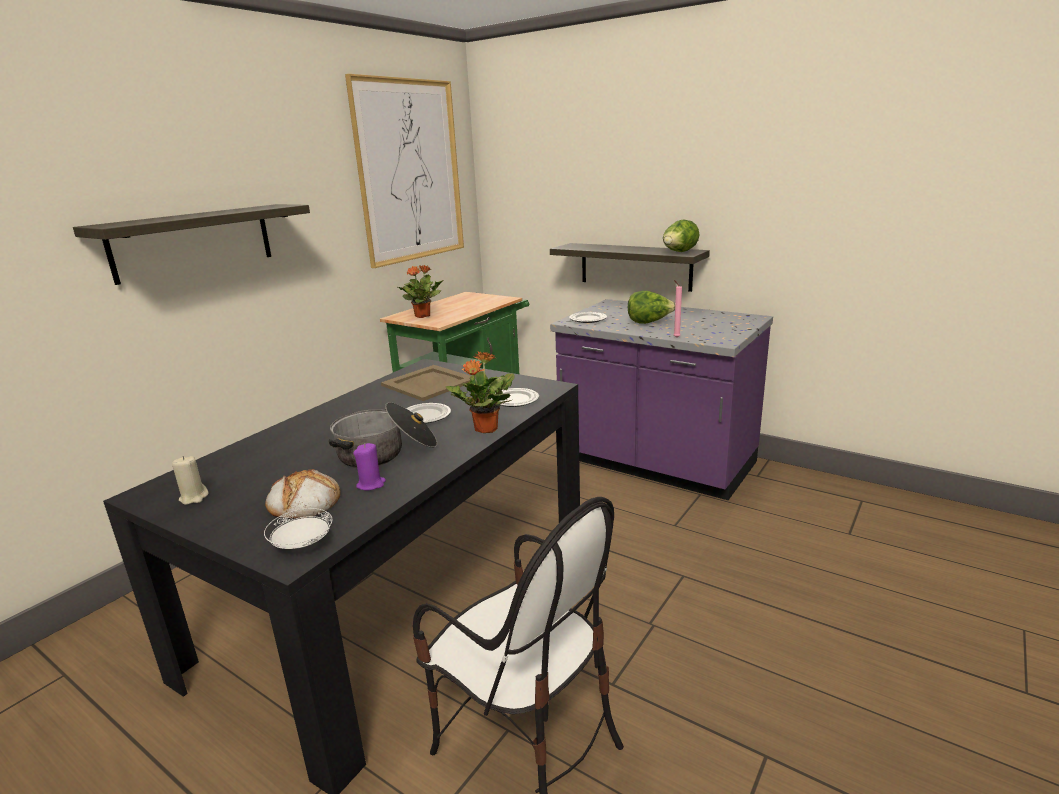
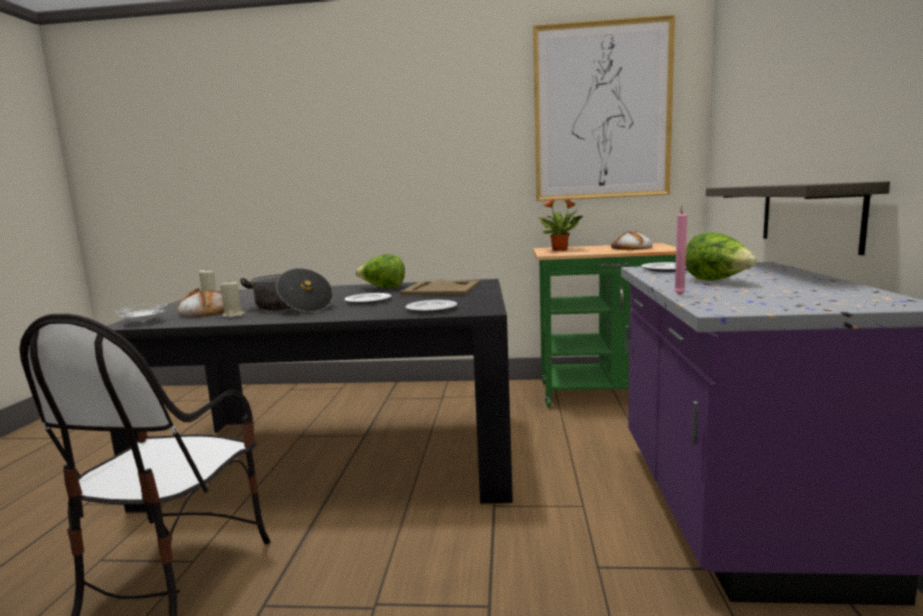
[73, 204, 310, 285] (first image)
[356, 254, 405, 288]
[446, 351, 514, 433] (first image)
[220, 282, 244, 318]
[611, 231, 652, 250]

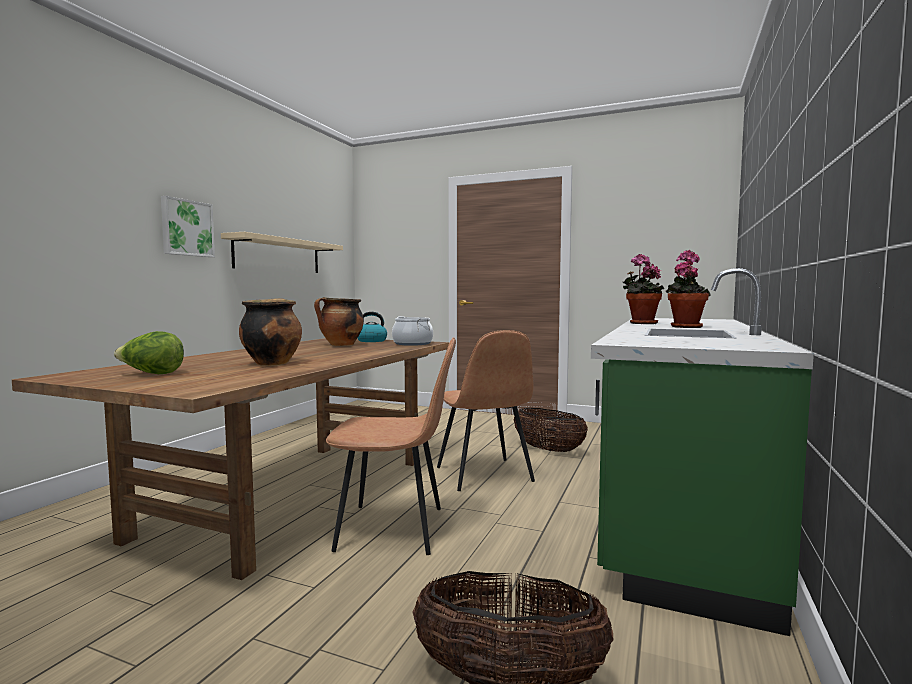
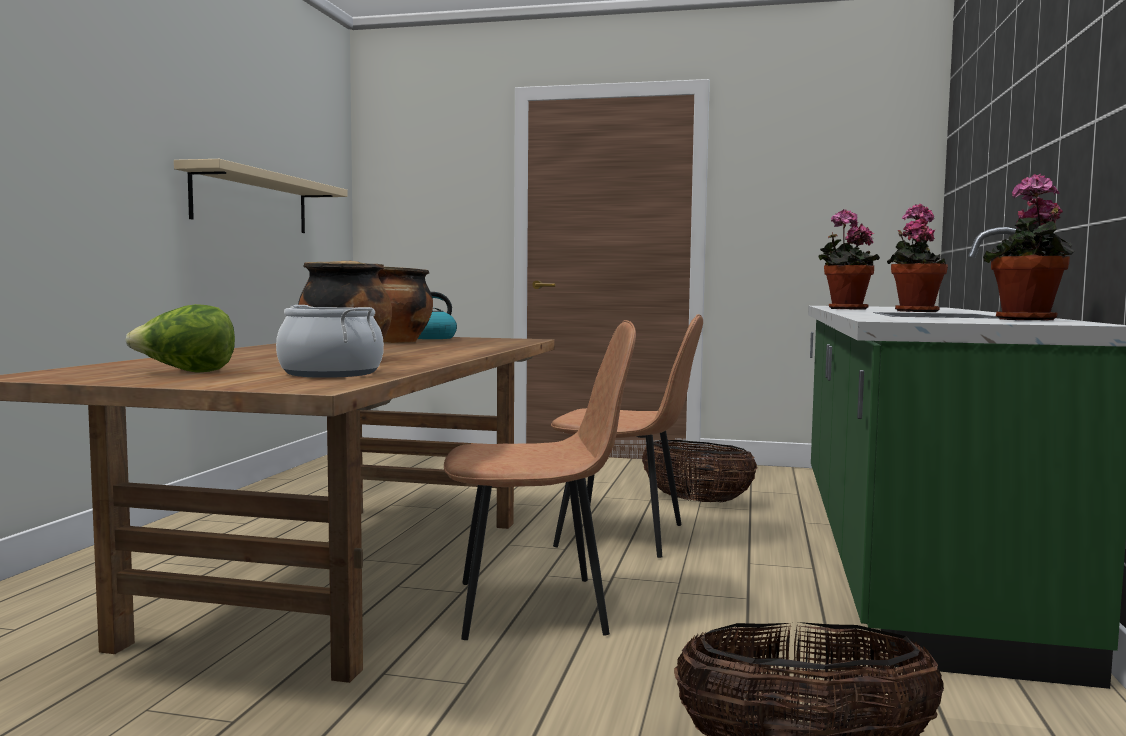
[161, 196, 215, 257] (first image)
[276, 305, 384, 378]
[551, 314, 703, 558]
[983, 174, 1074, 321]

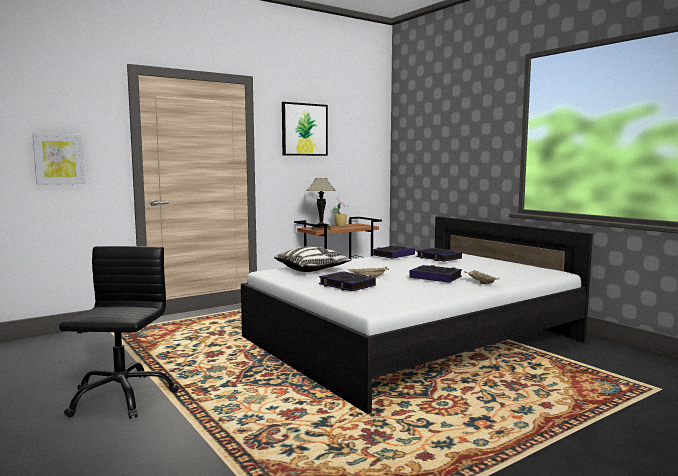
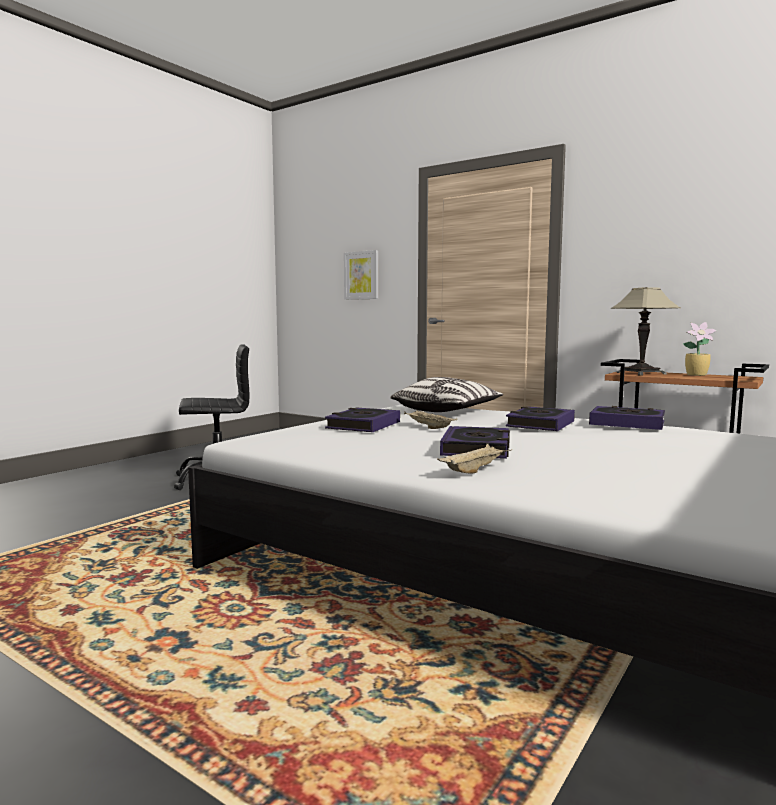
[282, 102, 328, 156] (first image)
[506, 406, 575, 431]

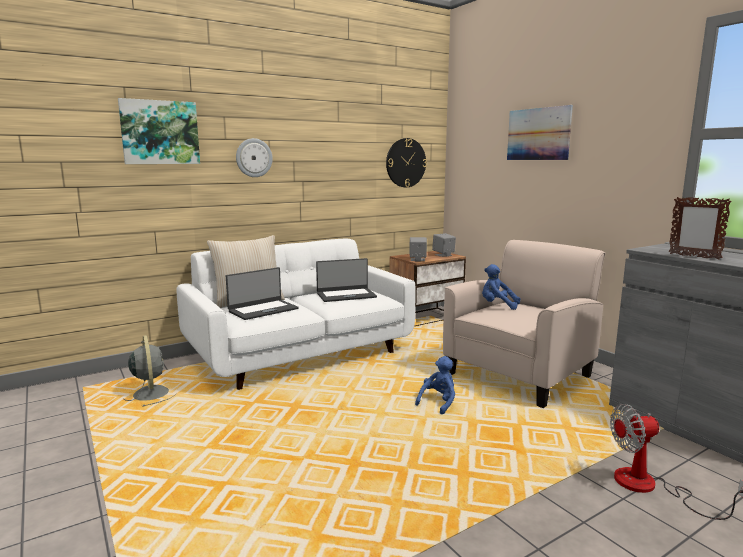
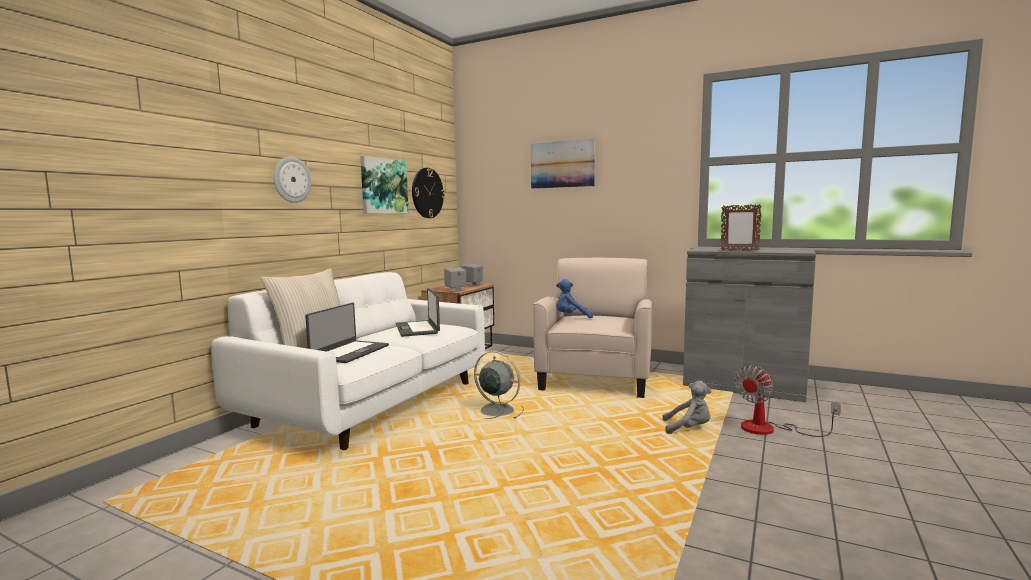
[360, 156, 409, 213]
[395, 288, 440, 337]
[474, 351, 524, 419]
[415, 356, 455, 414] (first image)
[663, 381, 711, 434]

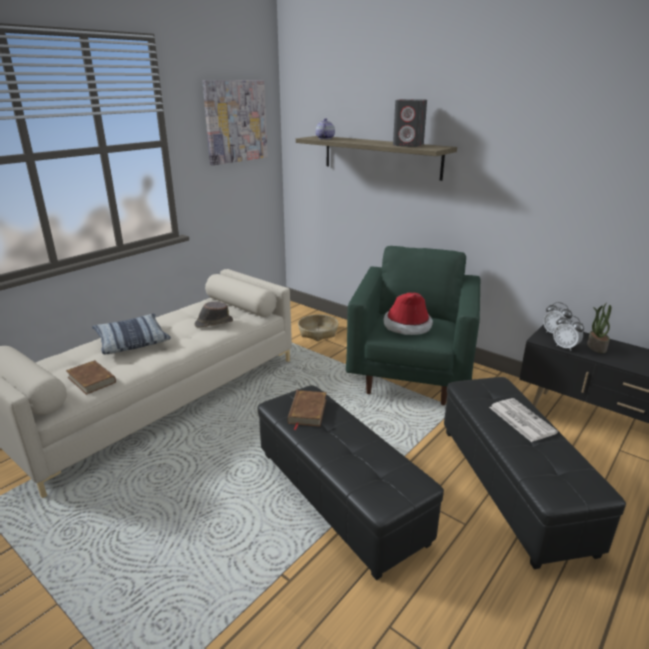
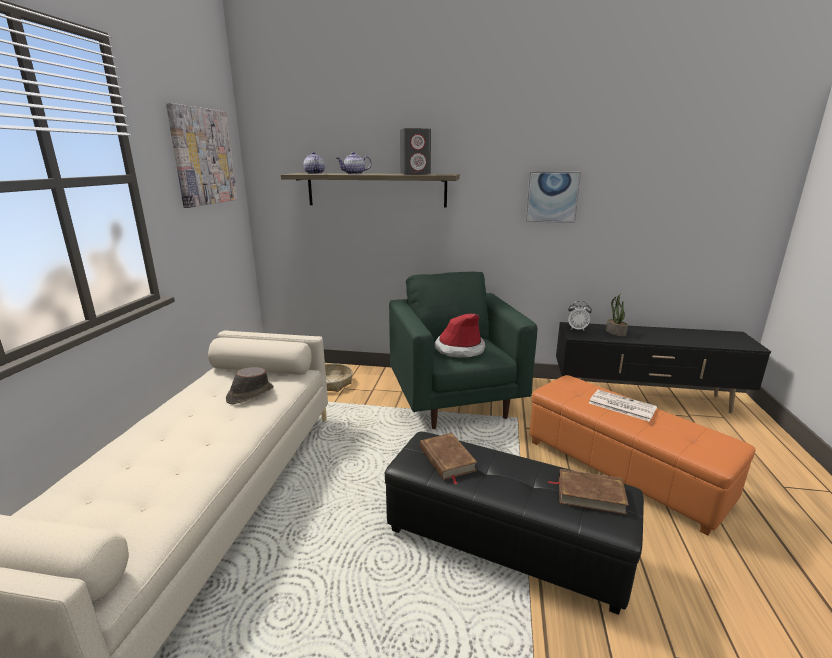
[92, 314, 171, 354] (first image)
[553, 315, 584, 351] (first image)
[547, 469, 629, 515]
[530, 375, 756, 536]
[337, 152, 372, 174]
[526, 172, 581, 223]

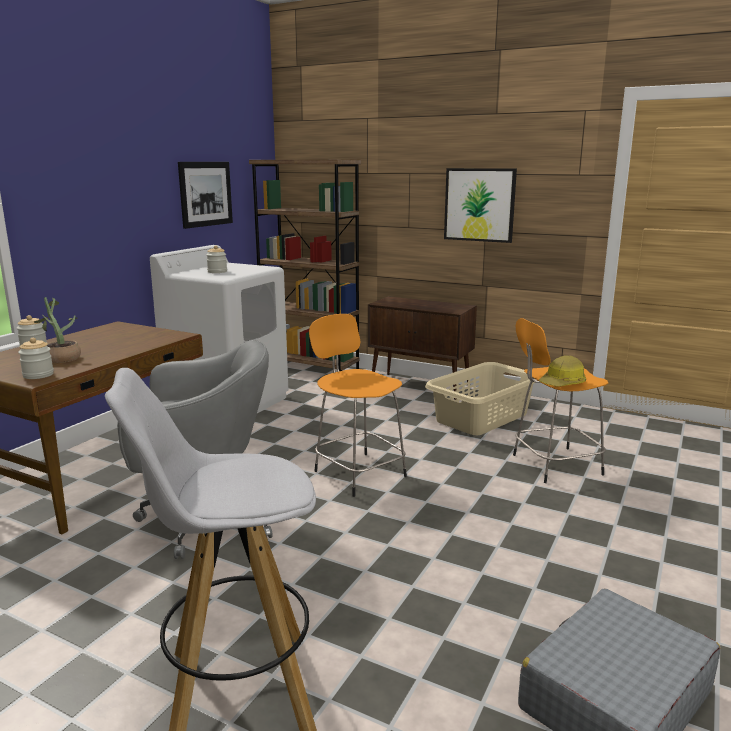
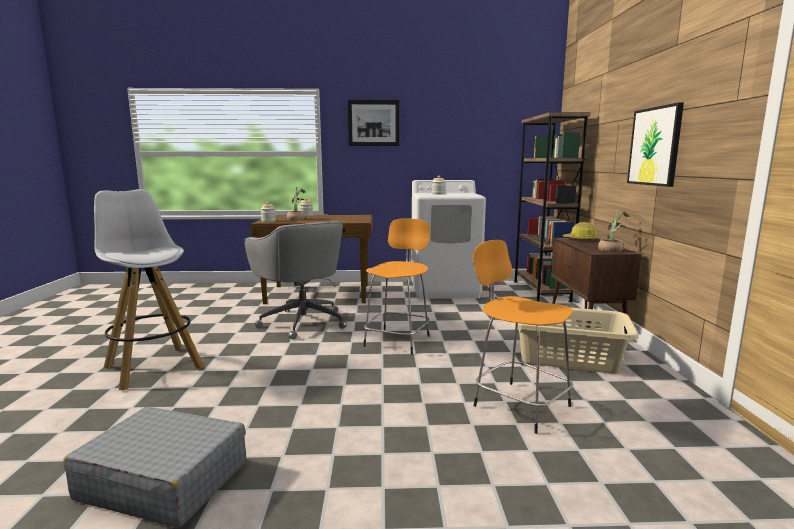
[348, 100, 399, 146]
[563, 222, 599, 241]
[598, 209, 630, 253]

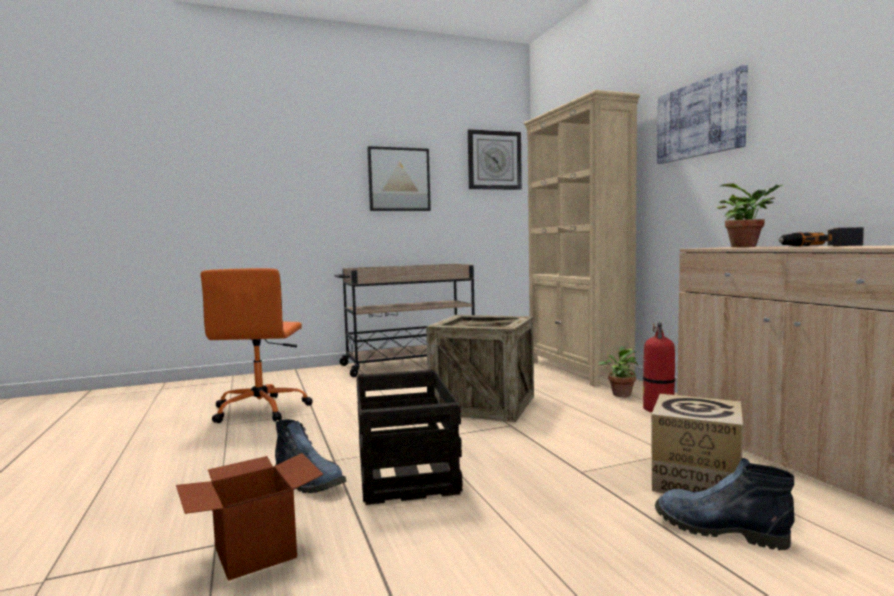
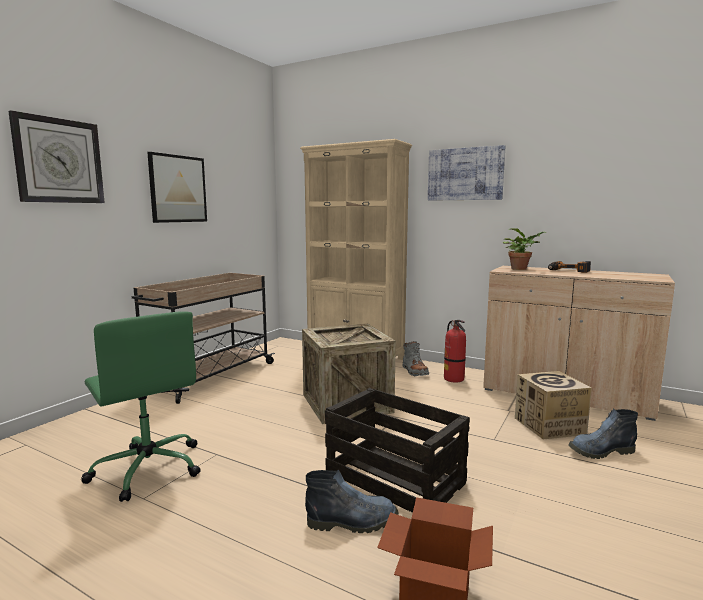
[8, 110, 105, 203]
[81, 311, 201, 502]
[403, 341, 429, 376]

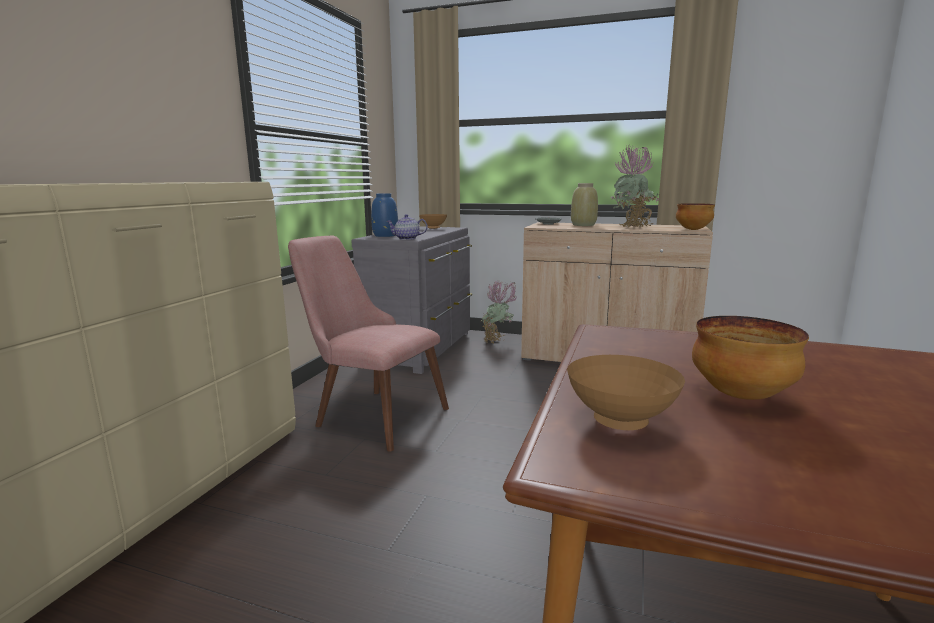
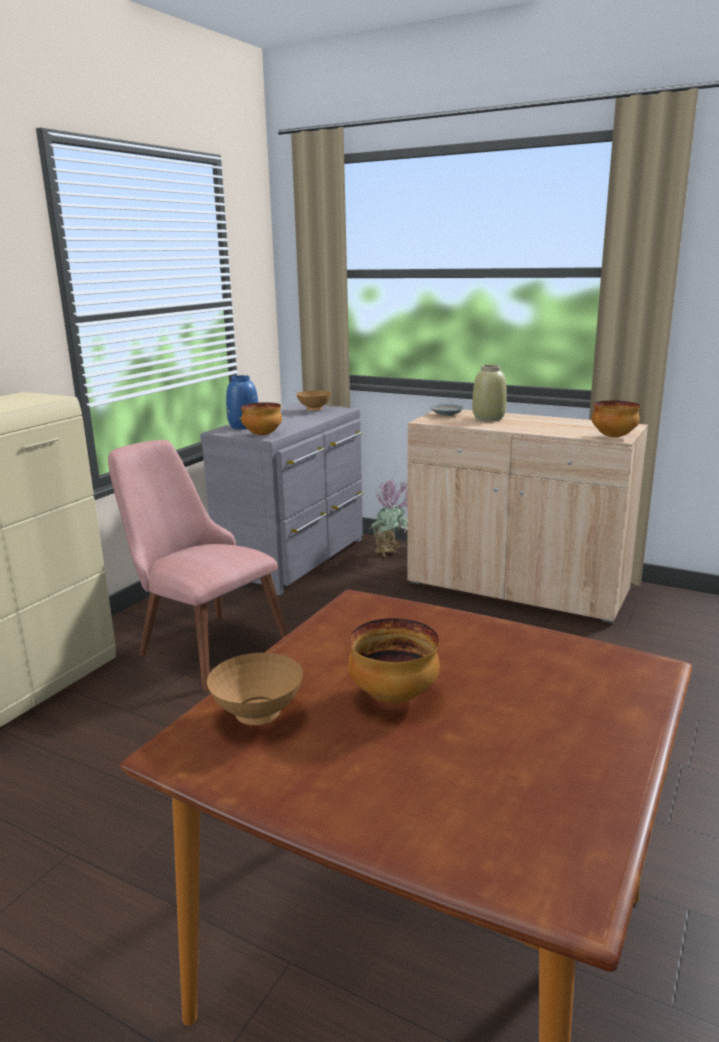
[609, 145, 659, 227] (first image)
[241, 402, 282, 435]

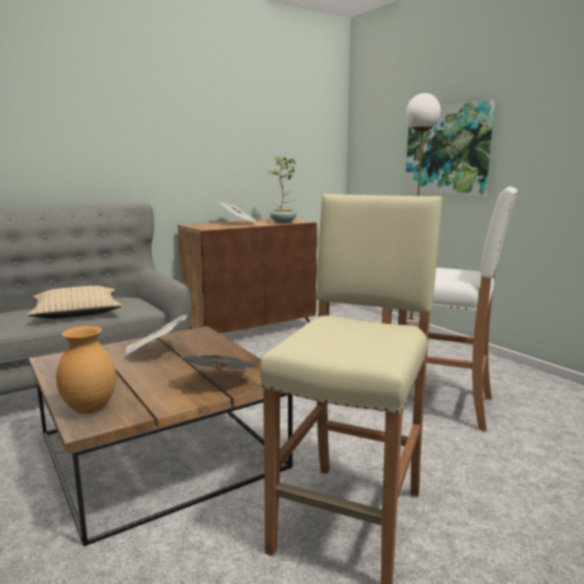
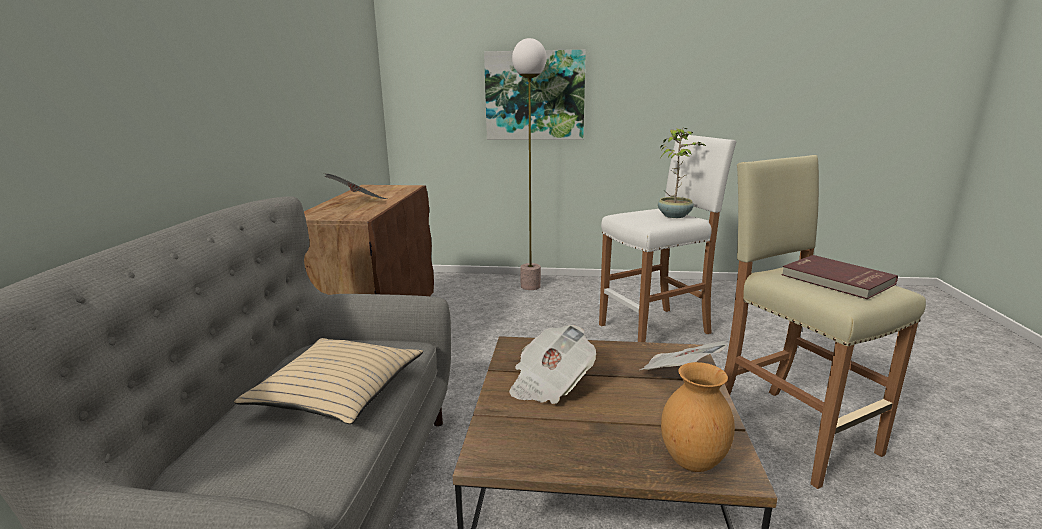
[658, 128, 706, 218]
[781, 255, 898, 299]

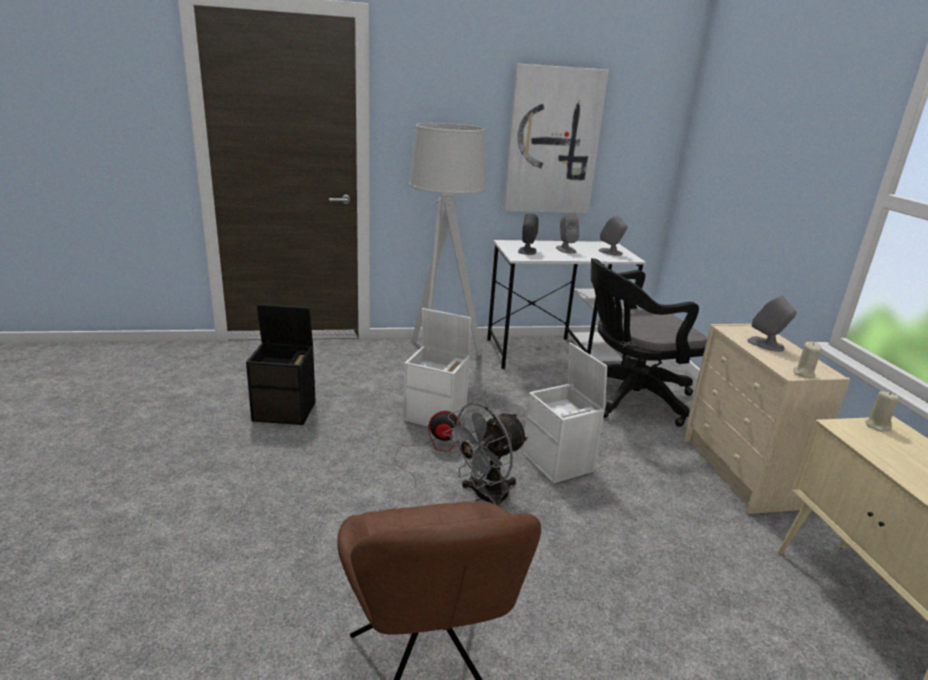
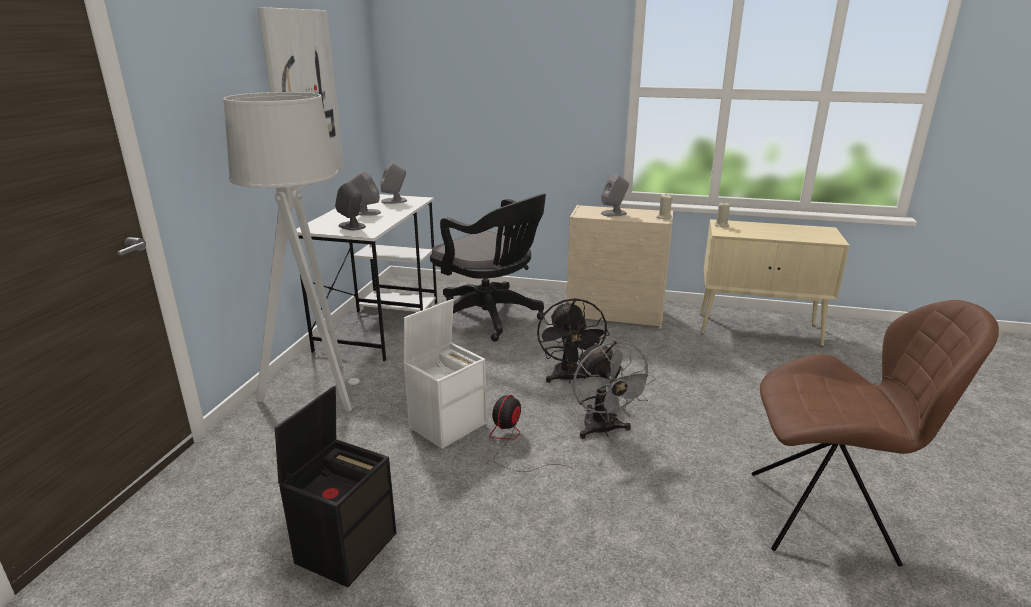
[430, 194, 546, 342]
[537, 298, 610, 384]

